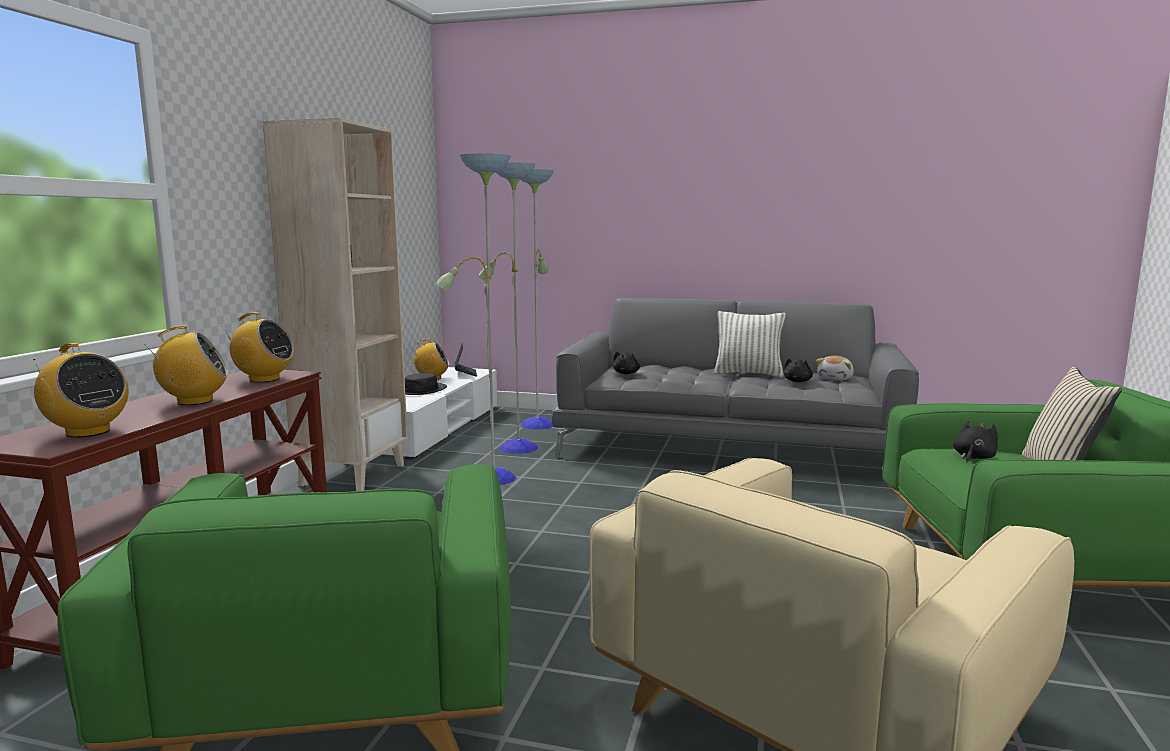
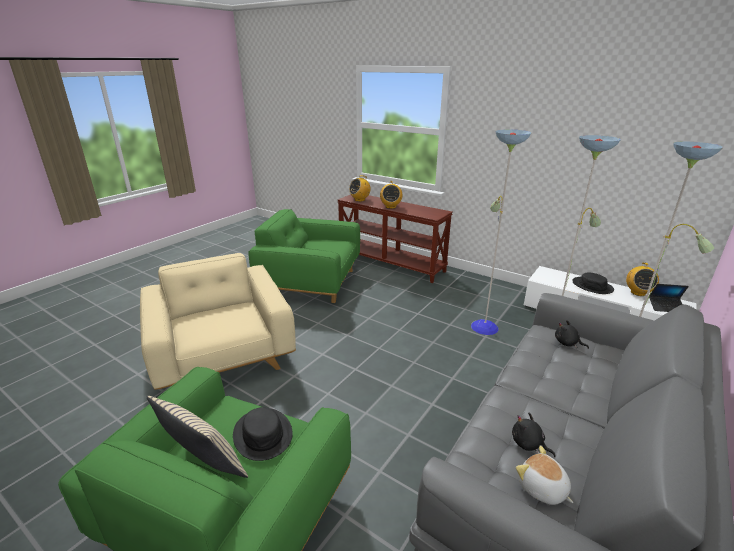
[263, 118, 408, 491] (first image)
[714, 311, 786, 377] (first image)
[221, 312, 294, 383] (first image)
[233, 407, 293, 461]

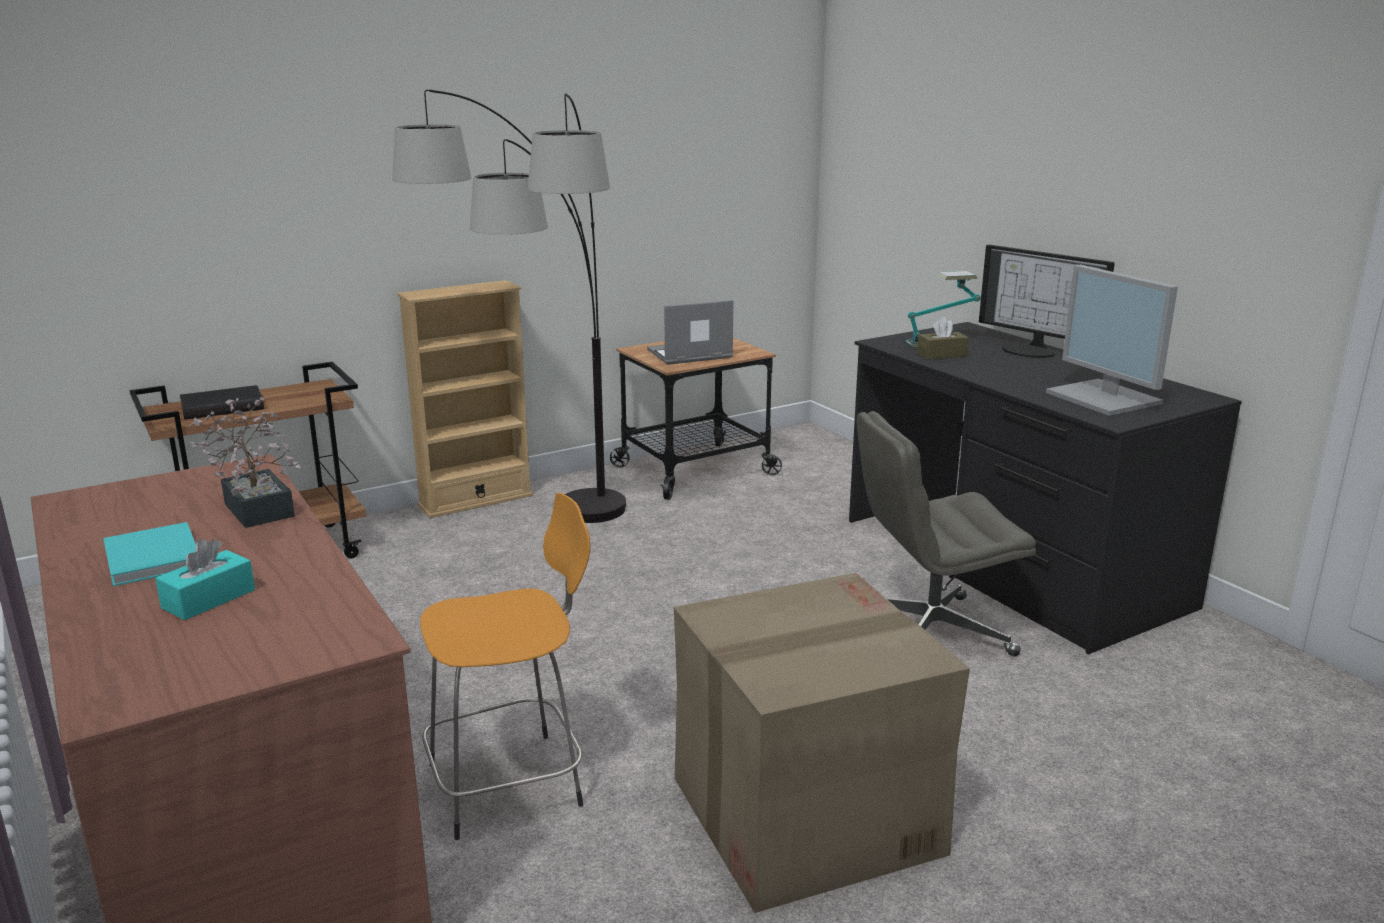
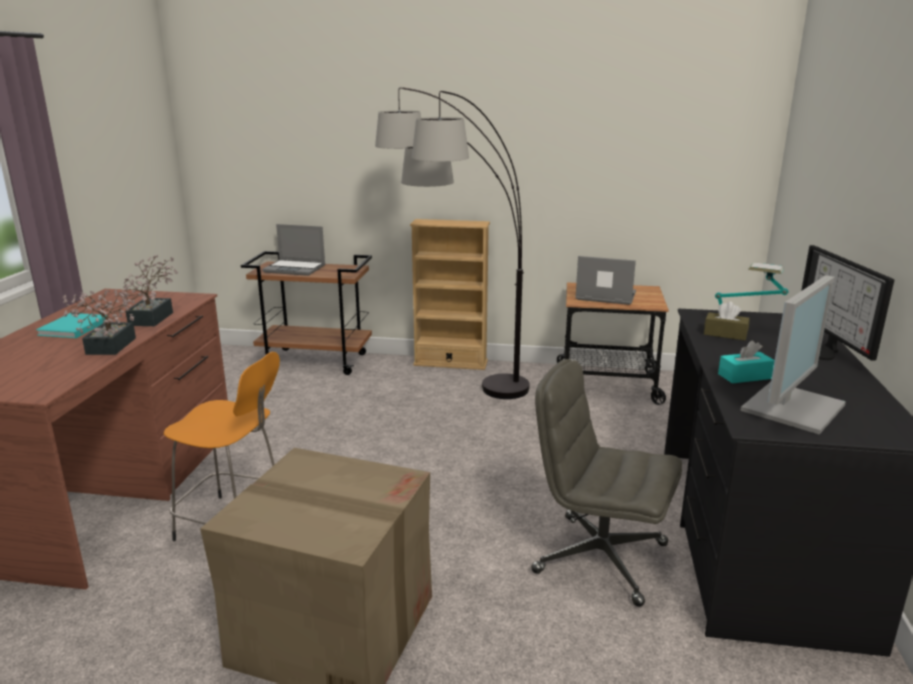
[740, 275, 846, 435]
[262, 224, 325, 276]
[718, 340, 775, 383]
[62, 290, 136, 355]

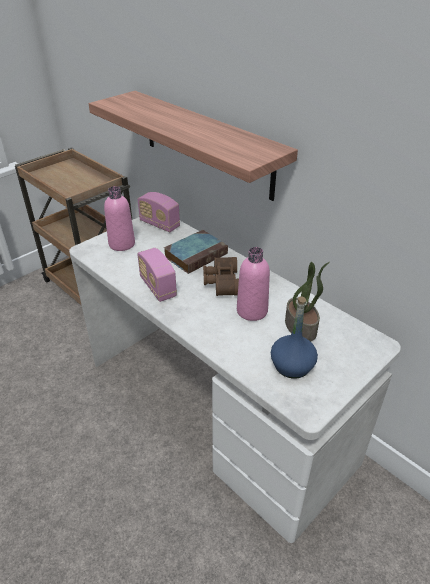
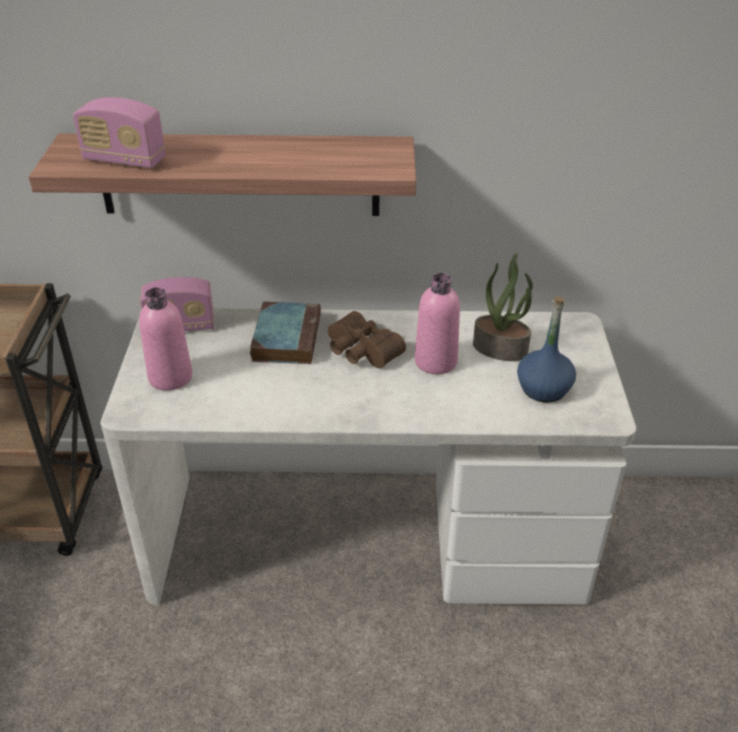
[73, 97, 166, 168]

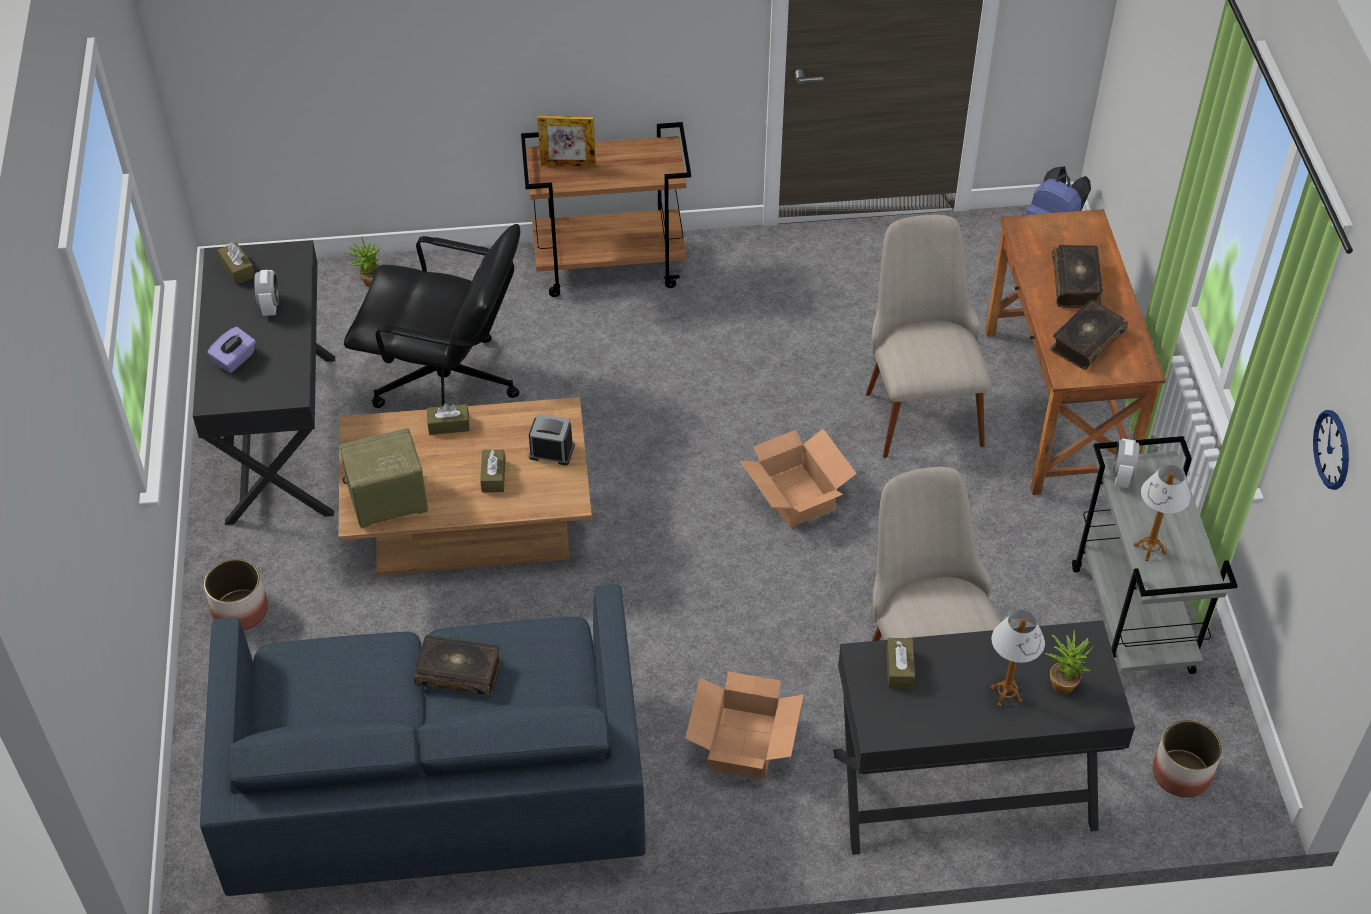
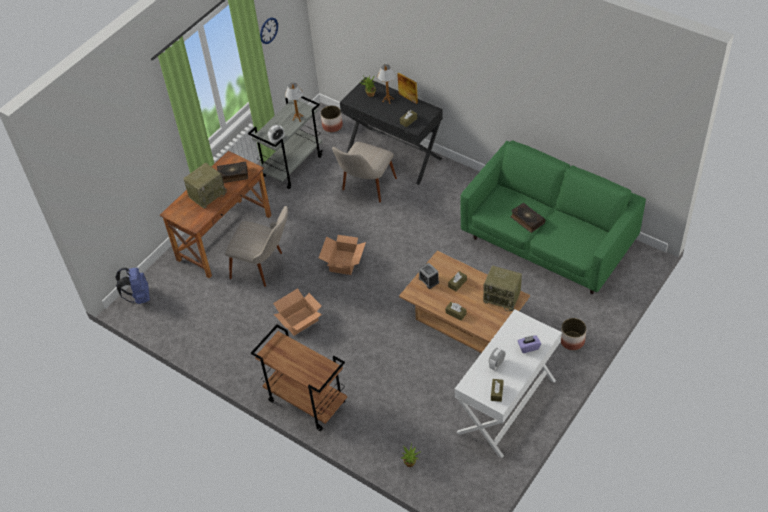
[397, 73, 418, 104]
[225, 206, 288, 287]
[344, 224, 520, 408] (first image)
[455, 309, 562, 458]
[183, 163, 227, 209]
[461, 140, 646, 294]
[273, 288, 322, 336]

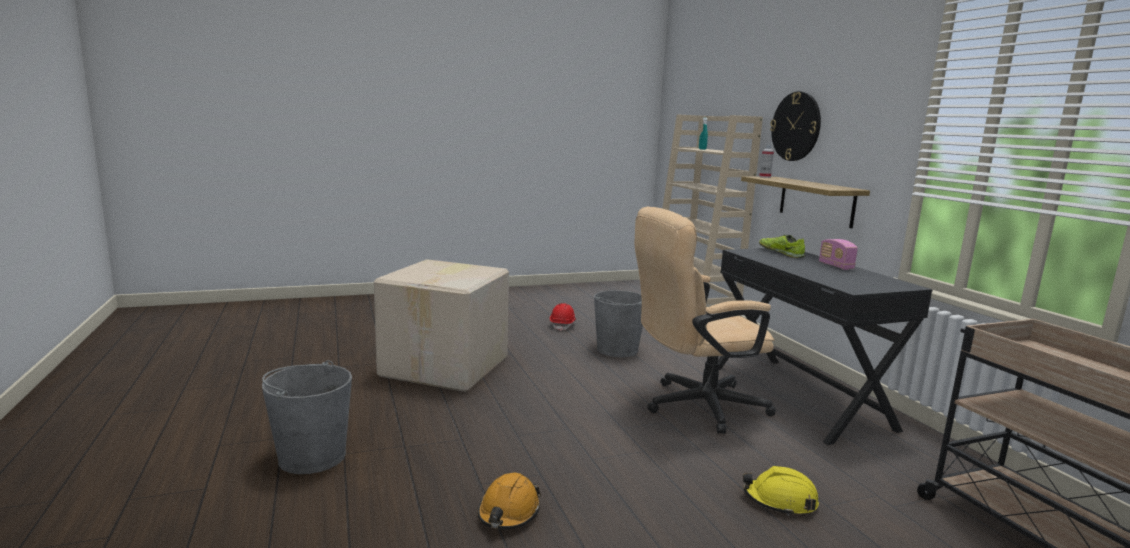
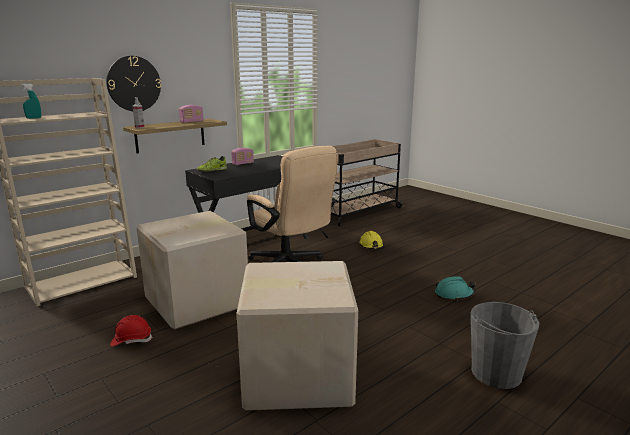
[136, 211, 248, 330]
[435, 276, 476, 301]
[179, 105, 204, 123]

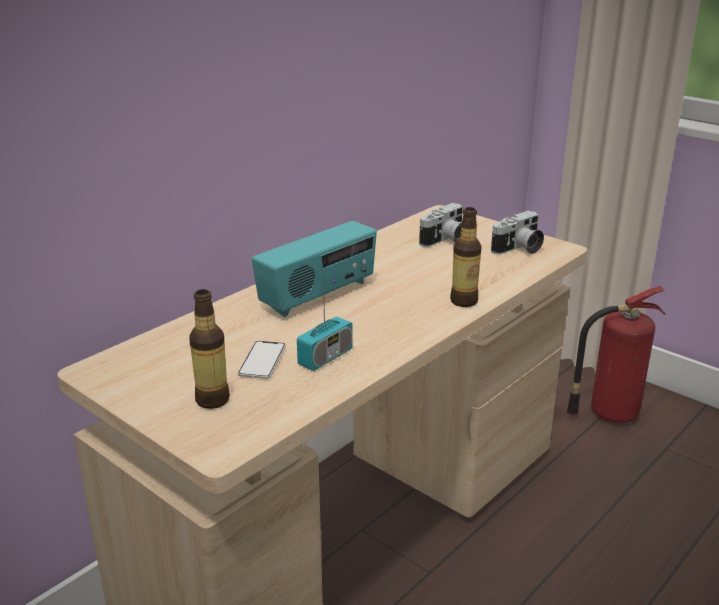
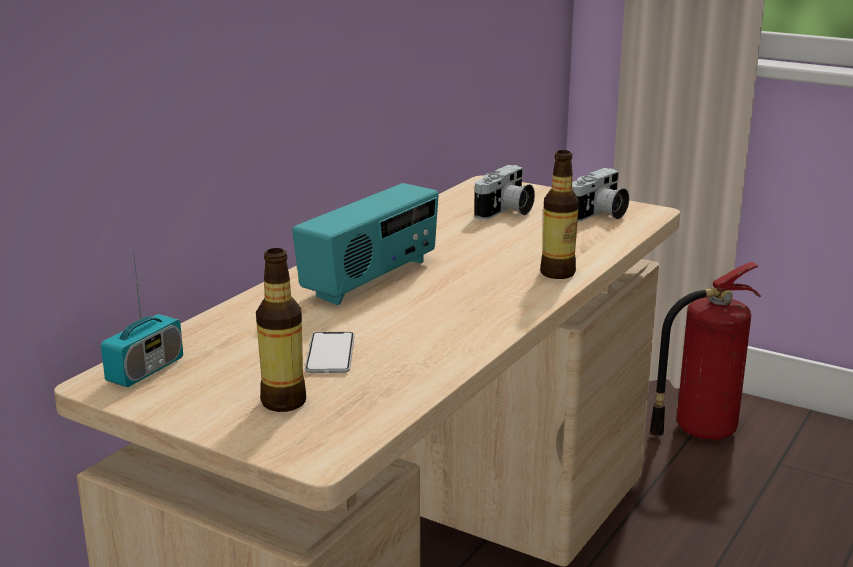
[101, 250, 183, 387]

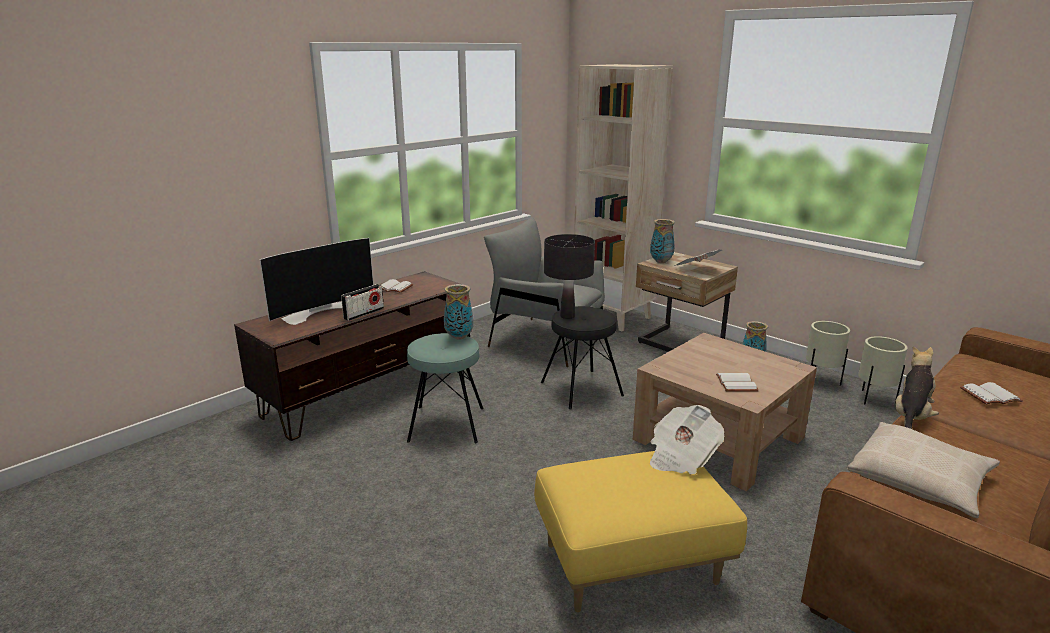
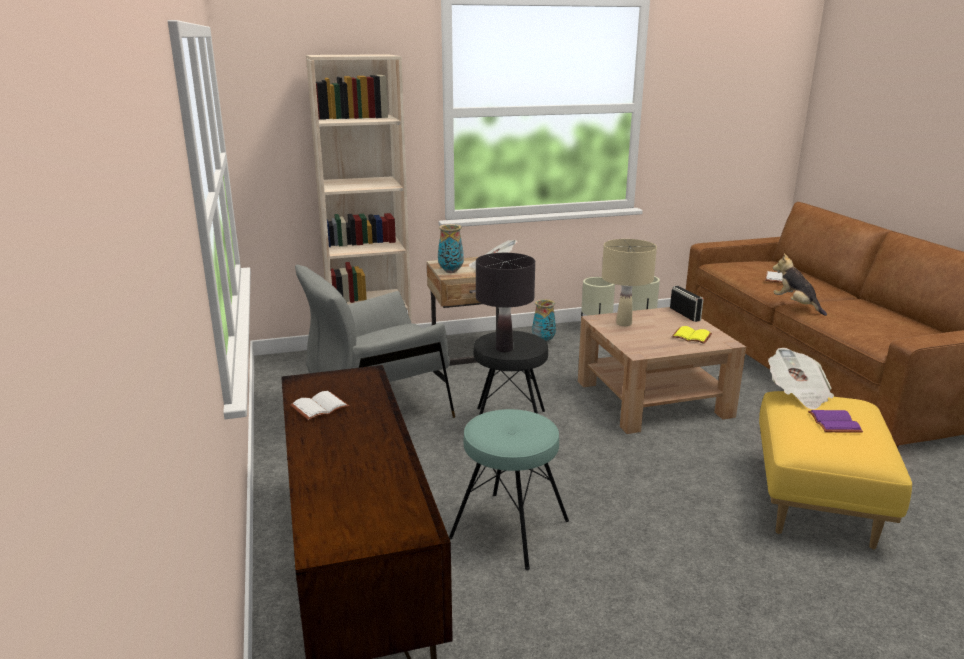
[260, 238, 374, 325] (first image)
[670, 286, 704, 322]
[444, 284, 474, 340] (first image)
[672, 326, 712, 344]
[847, 422, 1000, 518] (first image)
[602, 239, 657, 326]
[808, 410, 863, 433]

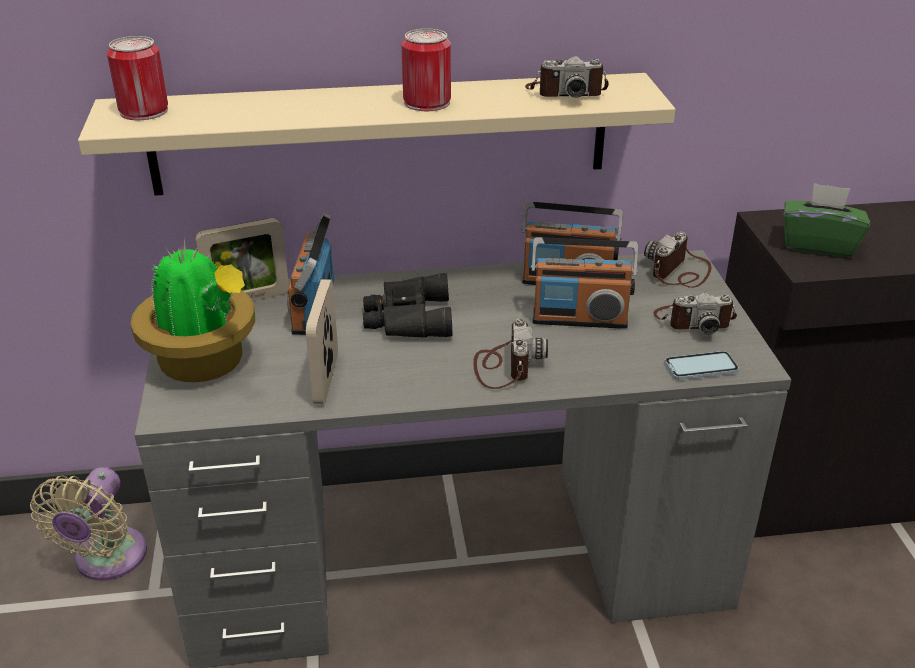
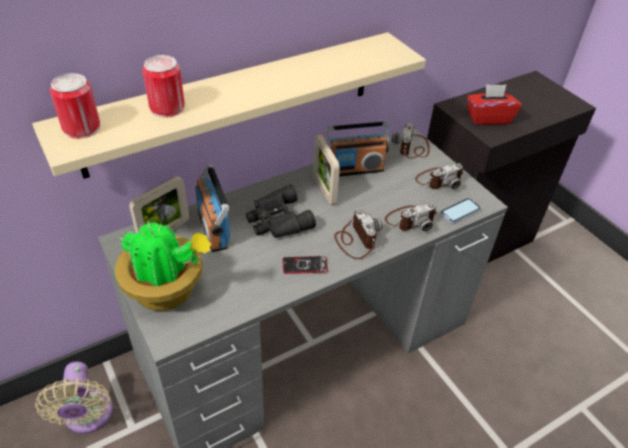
[142, 55, 185, 118]
[385, 203, 437, 232]
[467, 84, 522, 125]
[531, 237, 638, 329] (first image)
[313, 134, 340, 205]
[282, 256, 328, 274]

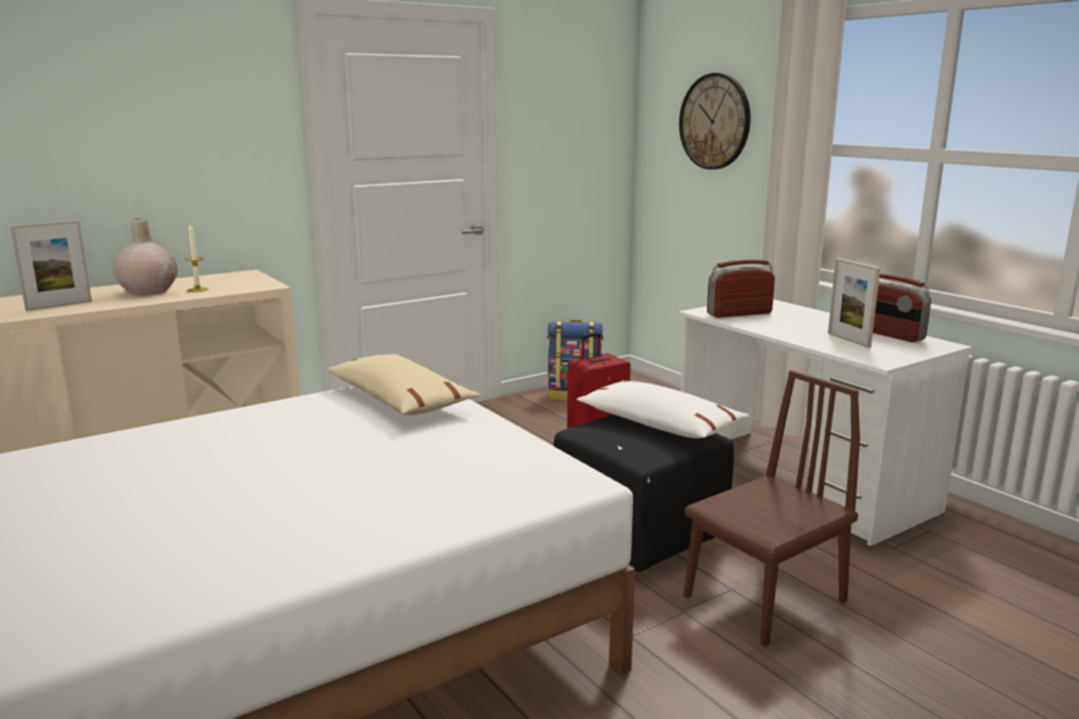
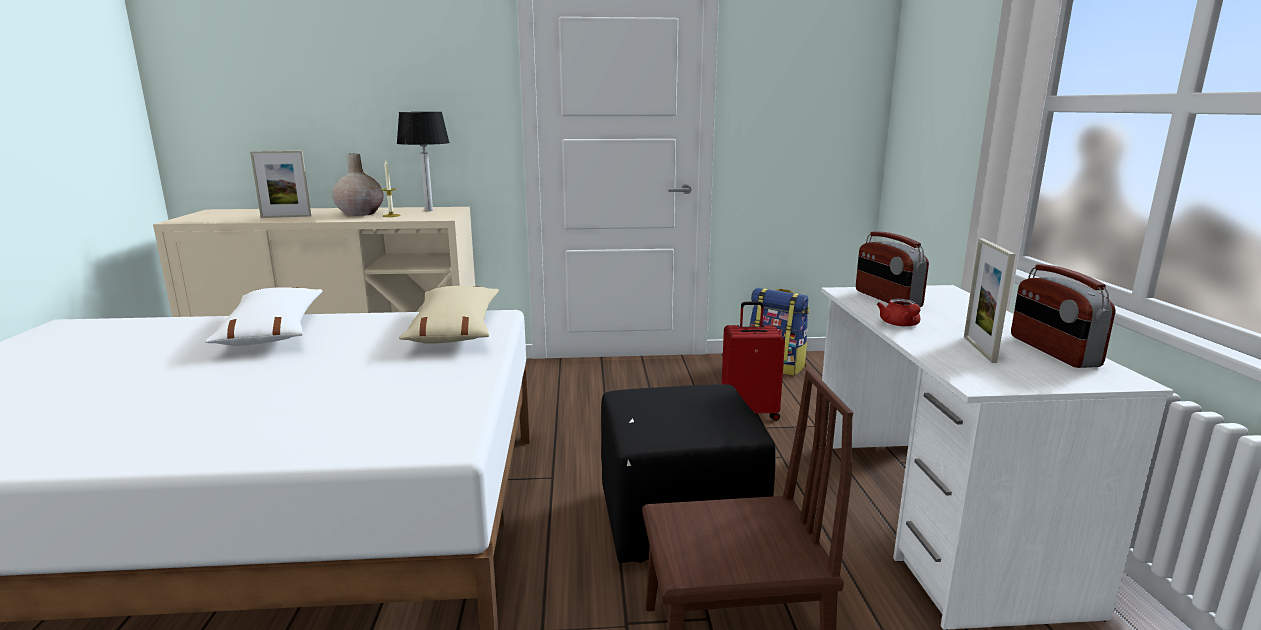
[679, 73, 751, 170] (first image)
[856, 231, 929, 307]
[205, 287, 322, 346]
[397, 112, 450, 211]
[877, 299, 920, 326]

